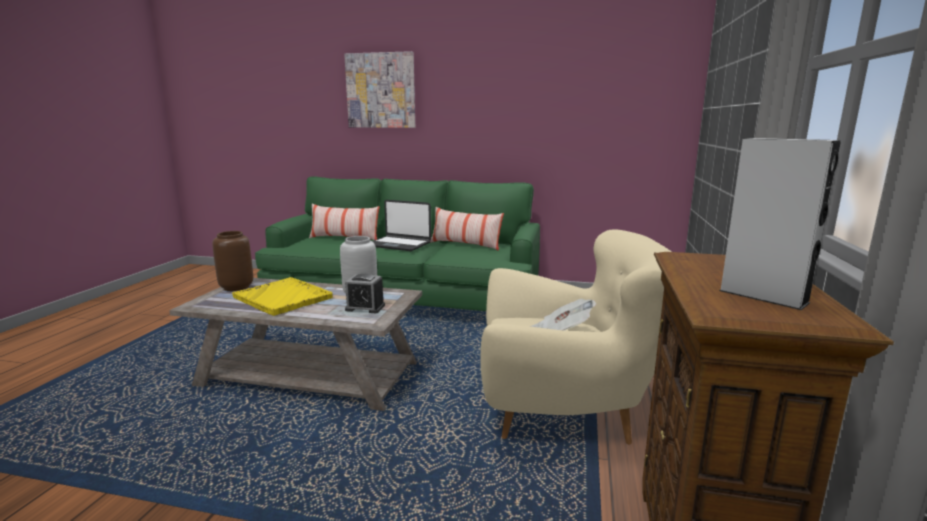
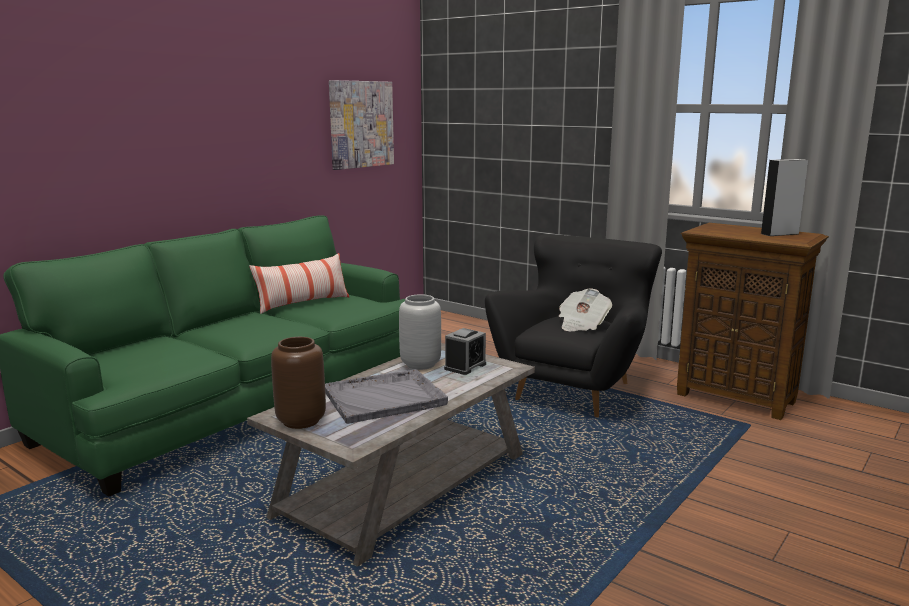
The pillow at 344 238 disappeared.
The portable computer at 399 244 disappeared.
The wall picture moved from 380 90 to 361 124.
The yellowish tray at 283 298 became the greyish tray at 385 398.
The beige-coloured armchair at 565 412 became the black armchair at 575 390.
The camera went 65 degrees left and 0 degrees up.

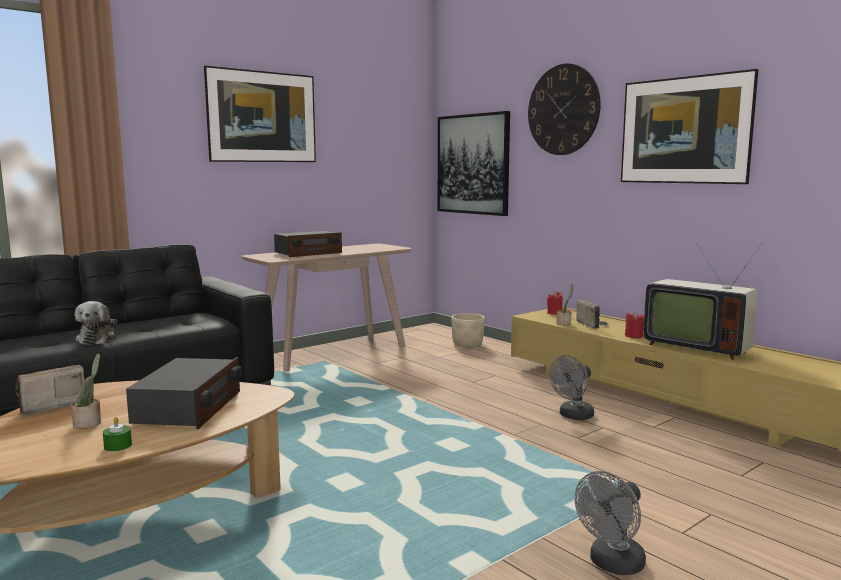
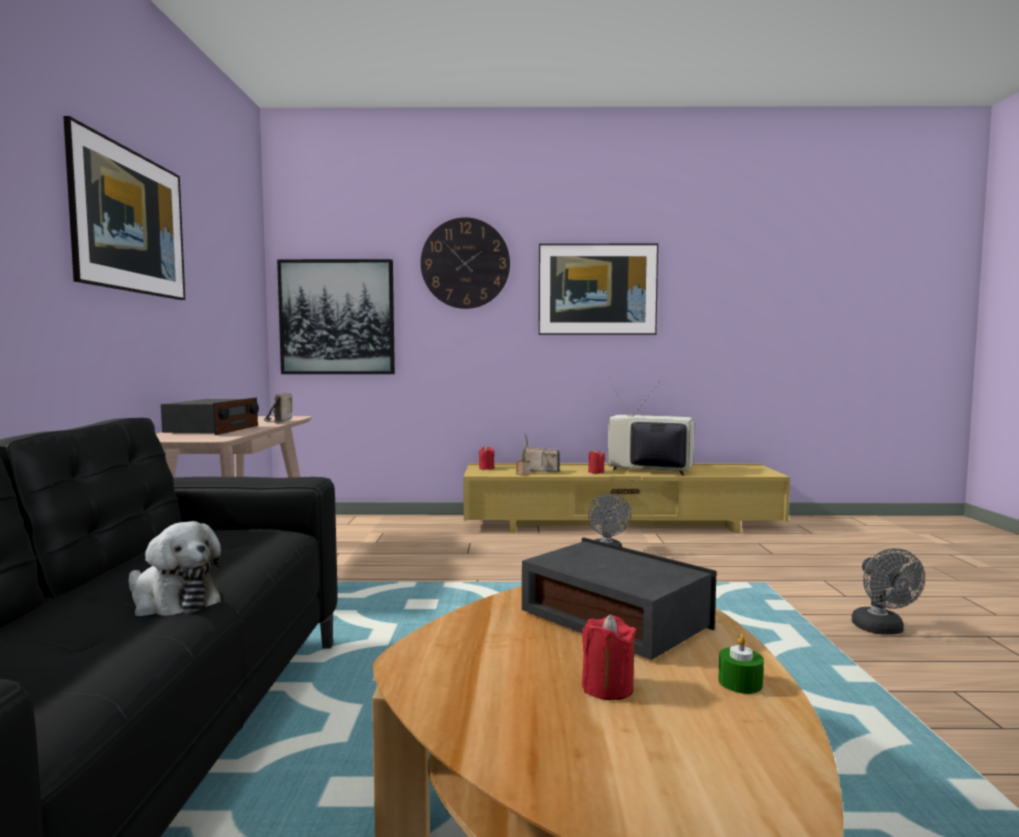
The beige-coloured plant pot at 467 344 disappeared.
The radio receiver moved from 49 406 to 276 421.
The plant in a pot at 89 423 was replaced by the red-coloured candle at 607 687.
The TV at 696 347 turned 150 degrees counterclockwise.
The camera went 50 degrees left and 5 degrees down.

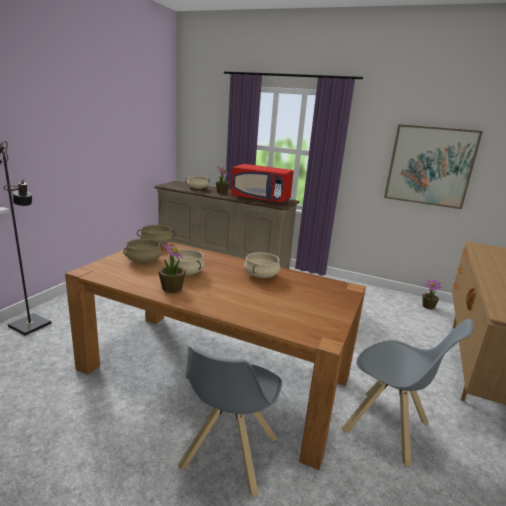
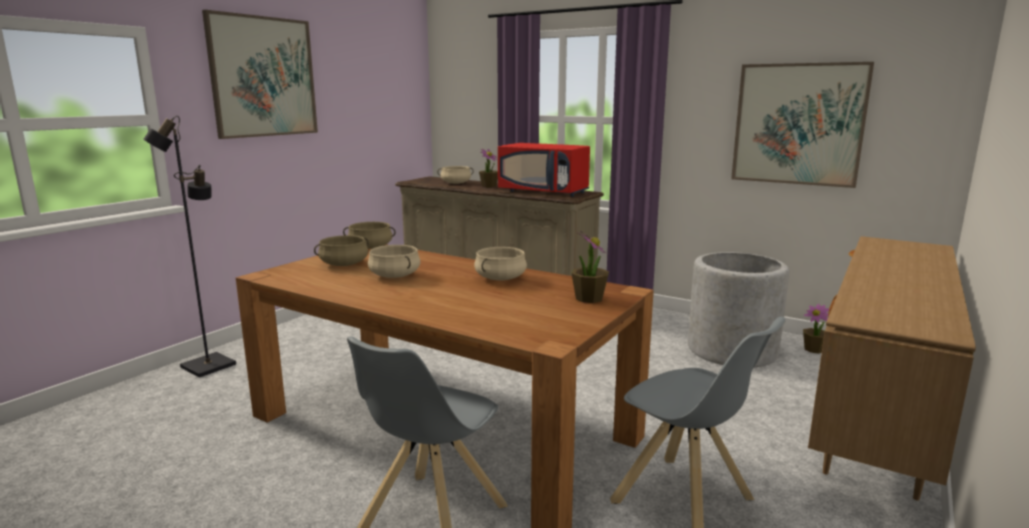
The wall picture at 263 77 appeared.
The greyish plant pot at 731 350 appeared.
The plant in a pot moved from 172 288 to 589 298.
The camera went 10 degrees right and 5 degrees down.

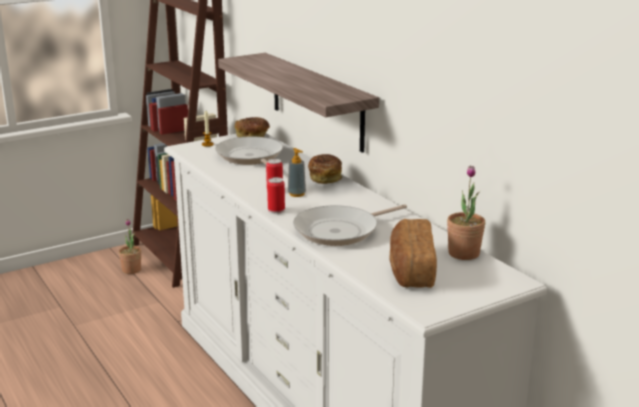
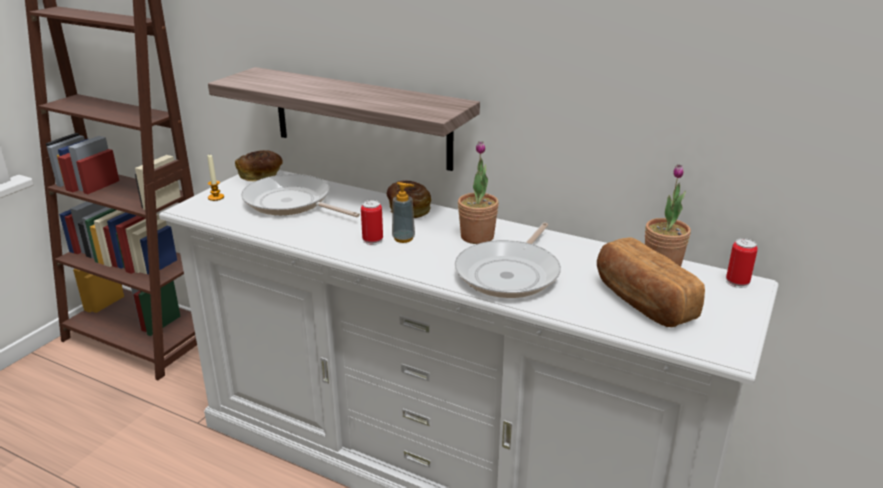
The plant in a pot moved from 131 270 to 477 237.
The can moved from 276 211 to 737 282.
The camera went 30 degrees left and 5 degrees up.

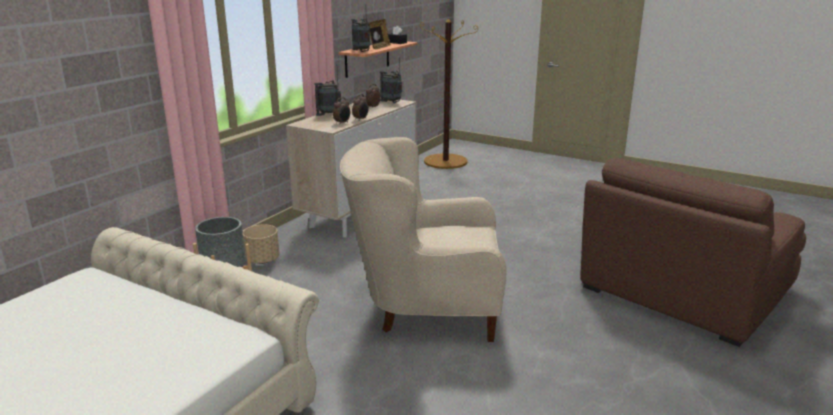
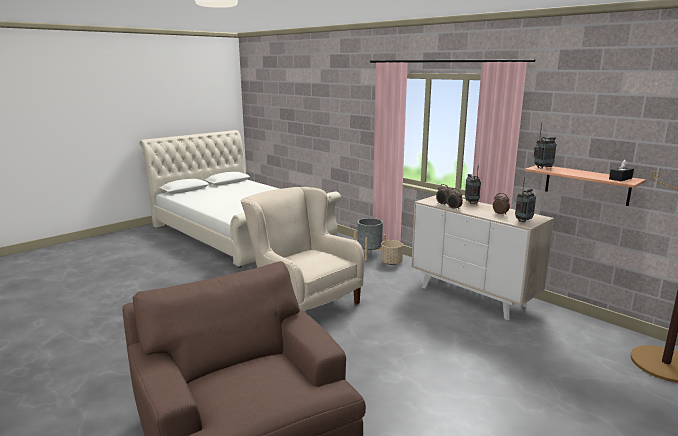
The standing frame at 379 47 disappeared.
The beige-coloured armchair at 424 308 turned 60 degrees counterclockwise.
The camera went 105 degrees right and 5 degrees down.

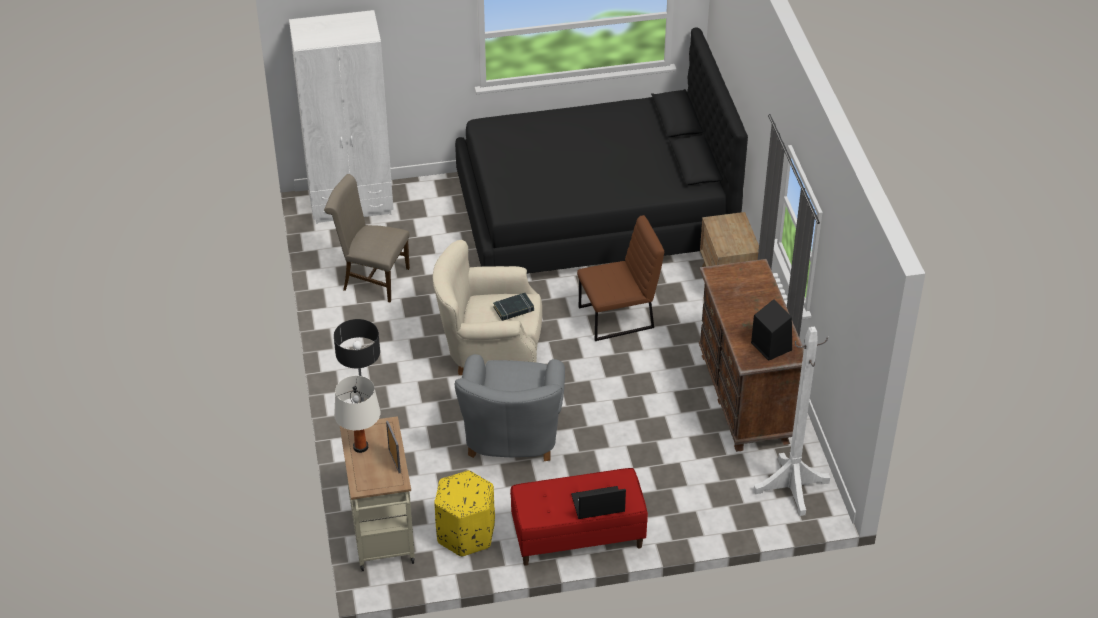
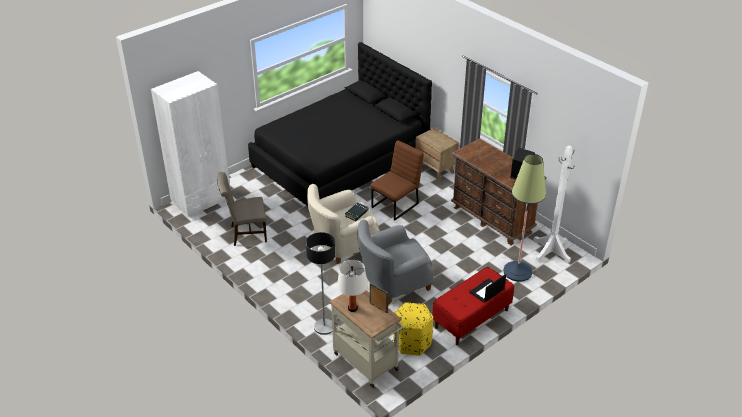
The standing lamp at 517 271 appeared.
The greyish armchair at 512 437 turned 90 degrees clockwise.
The camera went 30 degrees left and 5 degrees down.

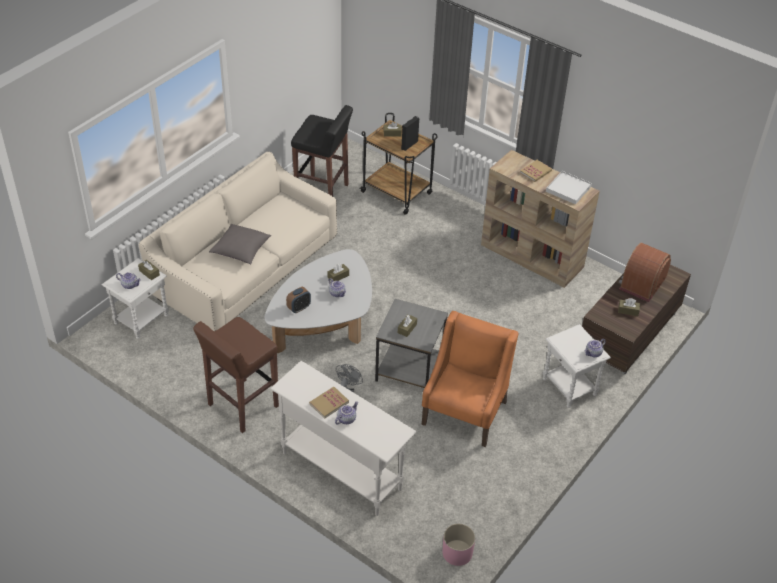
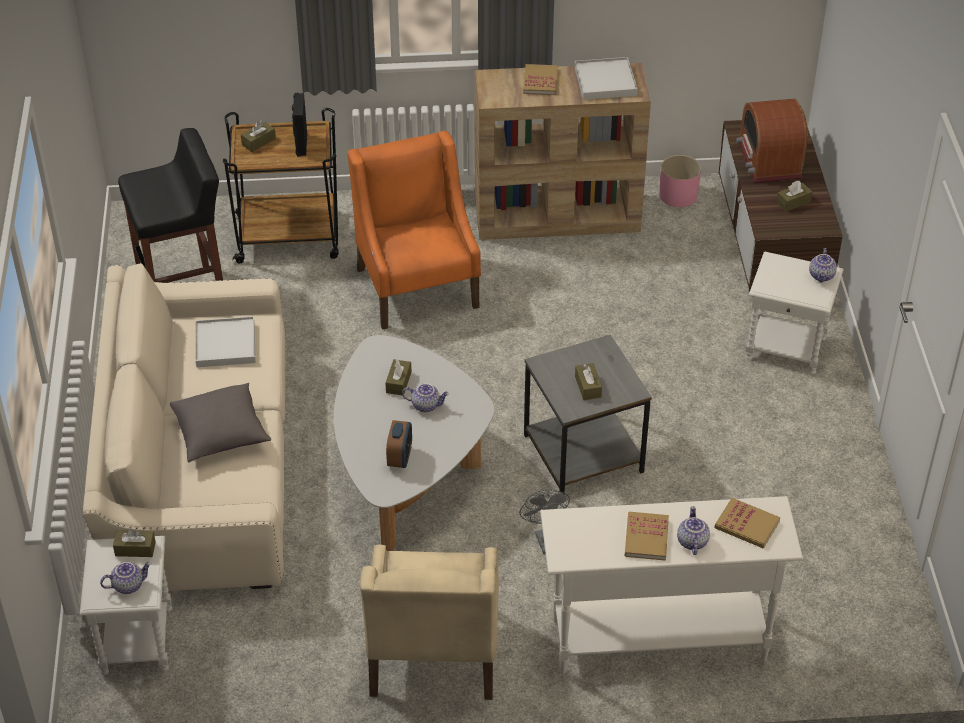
The white-coloured tray at 226 345 appeared.
The book at 747 525 appeared.
The orange armchair moved from 465 412 to 417 286.
The pink plant pot moved from 457 553 to 678 195.
The brownish sitting stool at 242 406 was replaced by the beige-coloured armchair at 432 653.
The camera went 40 degrees left and 0 degrees up.

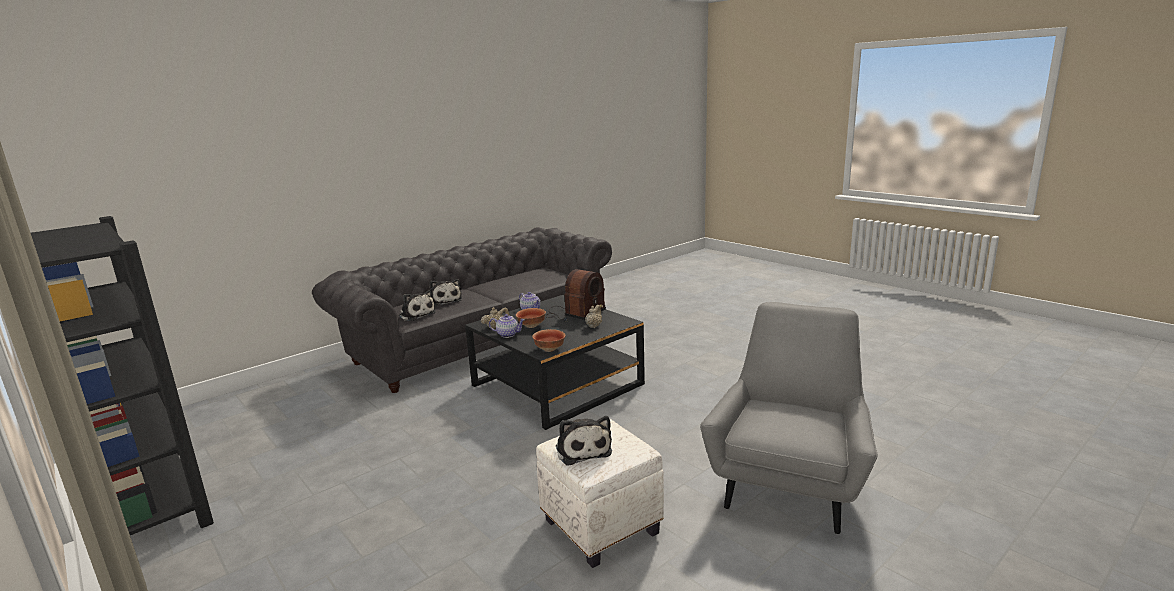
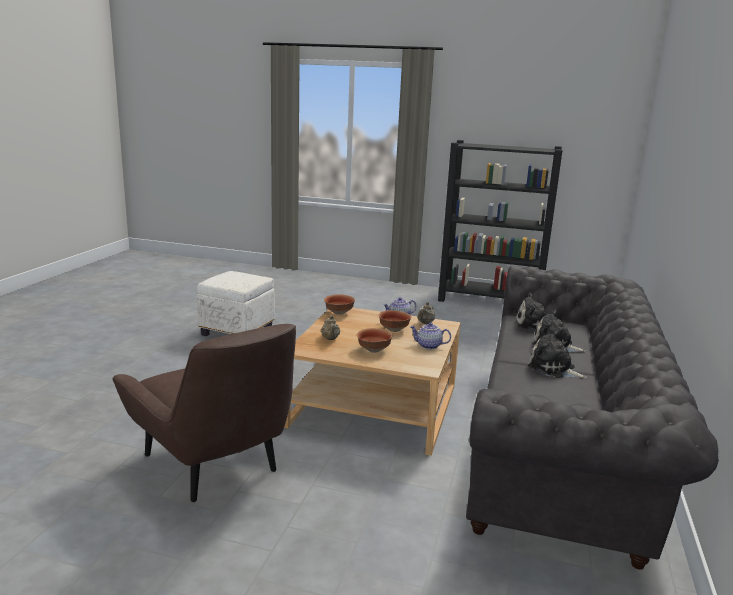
The greyish armchair at 788 485 disappeared.
The brownish armchair at 217 466 appeared.
The soft toy moved from 582 449 to 553 369.
The radio receiver at 574 313 was replaced by the bowl at 374 350.
The black low table at 557 384 became the beige-coloured low table at 374 405.
The camera went 145 degrees right and 0 degrees up.

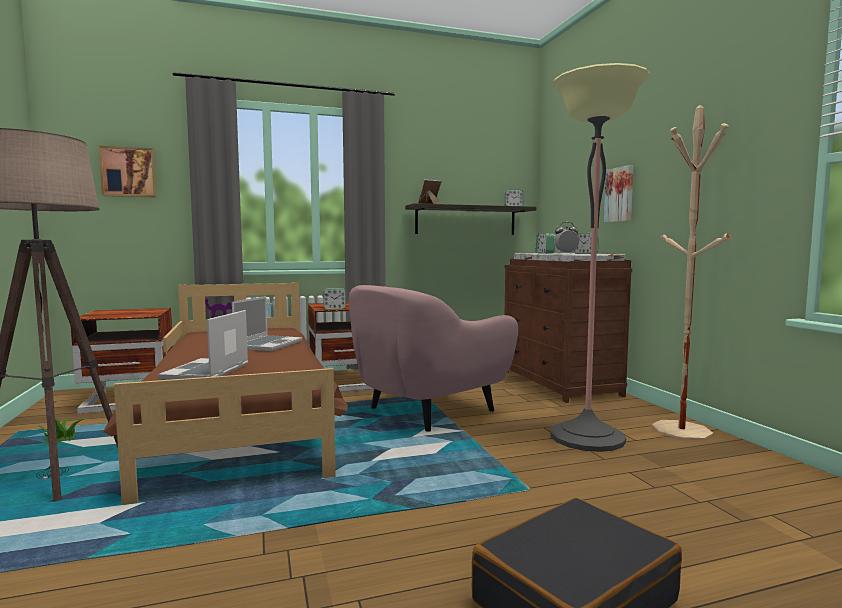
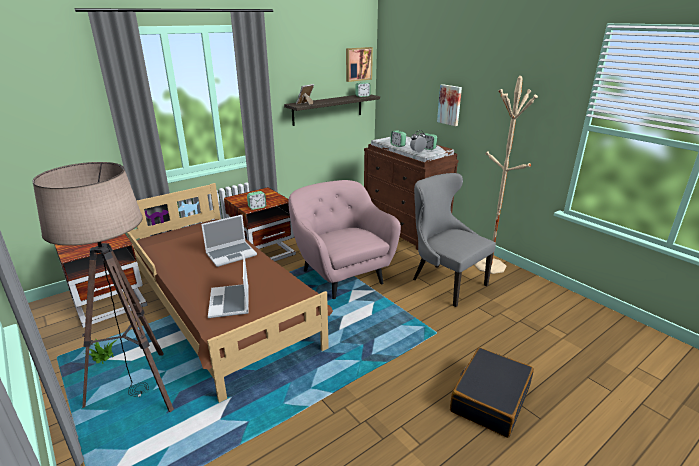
The wall picture moved from 129 172 to 358 64.
The standing lamp at 587 437 was replaced by the greyish plain chair at 445 282.
The portable computer at 268 344 turned 60 degrees clockwise.
The pink armchair at 428 411 turned 120 degrees clockwise.
The camera went 20 degrees left and 20 degrees up.

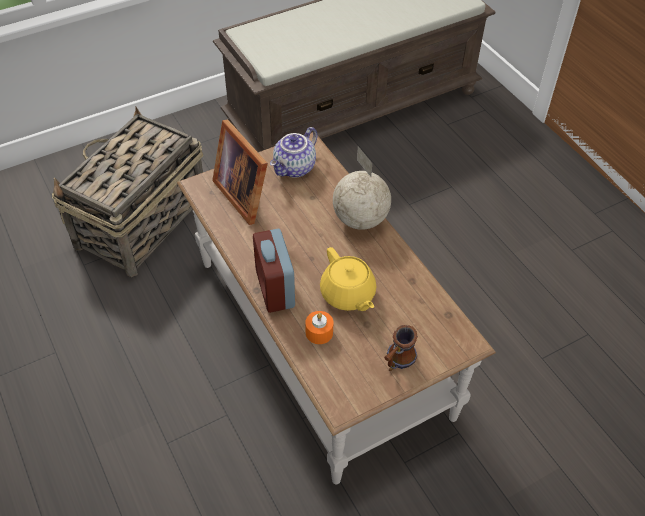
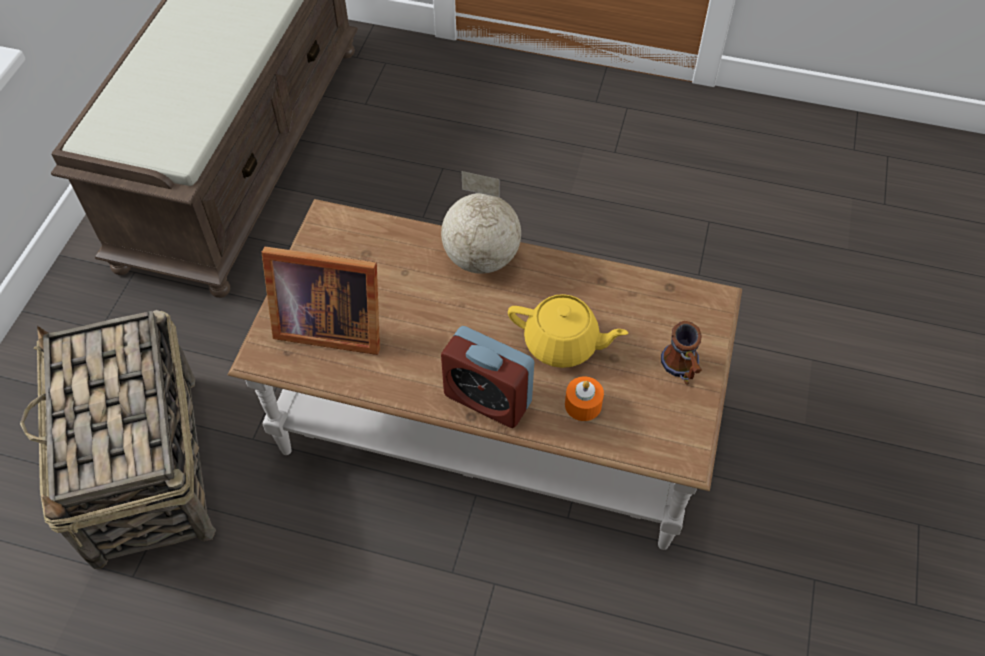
The teapot at 295 168 disappeared.
The camera went 45 degrees left and 5 degrees up.

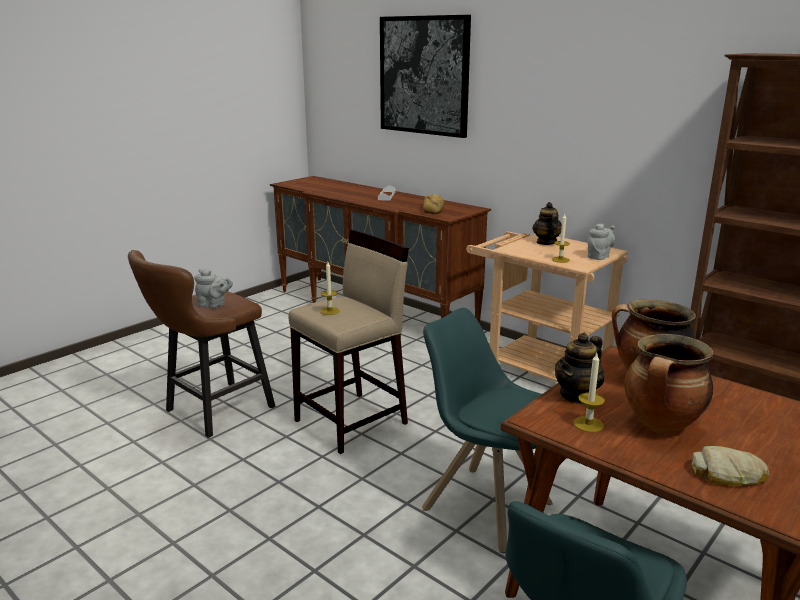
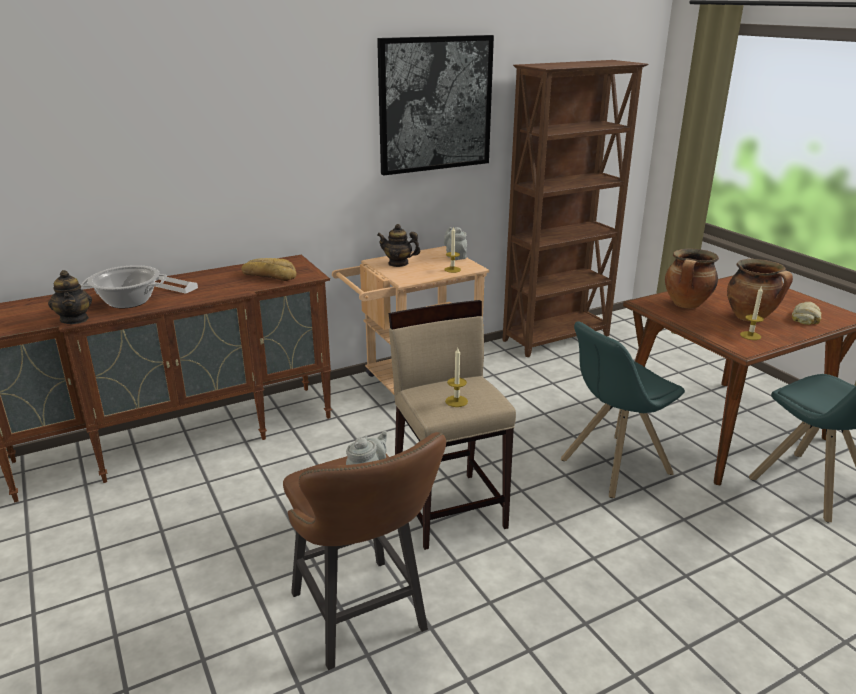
The stockpot at 129 301 appeared.
The wall picture moved from 424 75 to 435 104.
The teapot moved from 577 395 to 75 319.
The camera went 70 degrees left and 5 degrees up.

